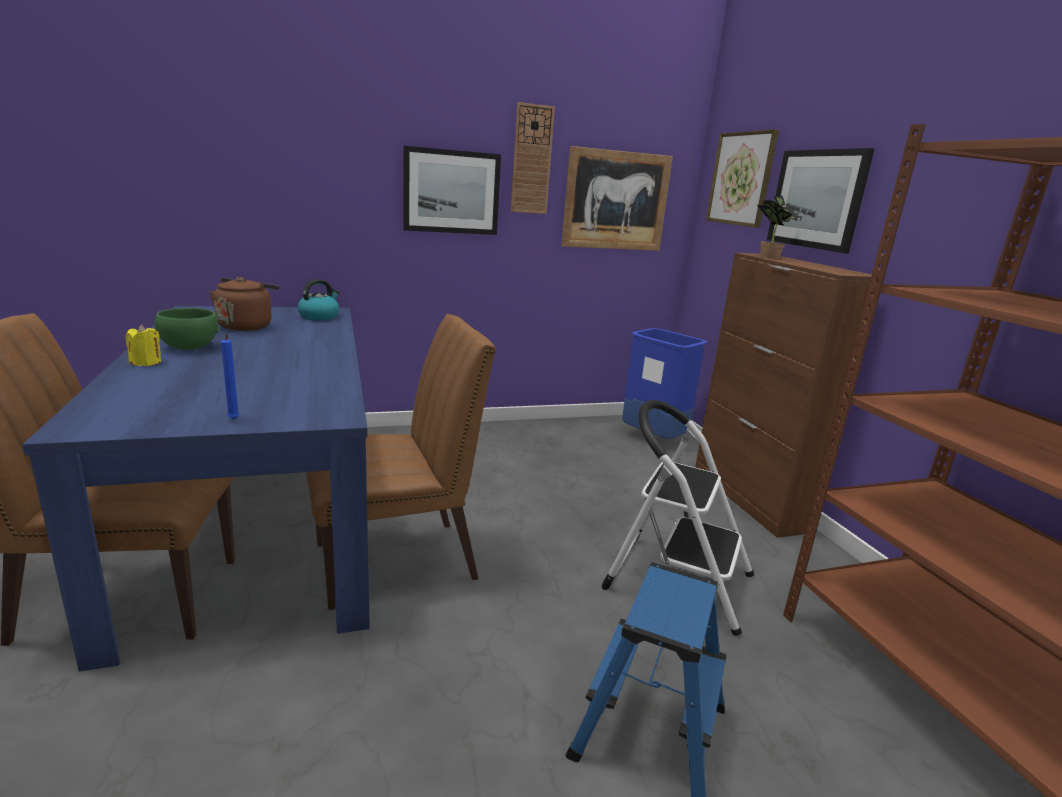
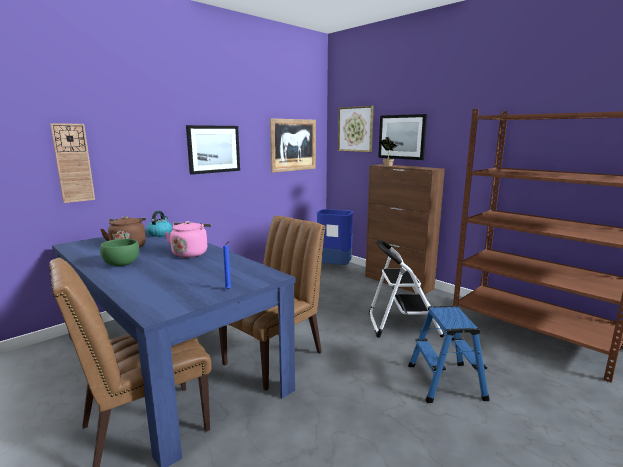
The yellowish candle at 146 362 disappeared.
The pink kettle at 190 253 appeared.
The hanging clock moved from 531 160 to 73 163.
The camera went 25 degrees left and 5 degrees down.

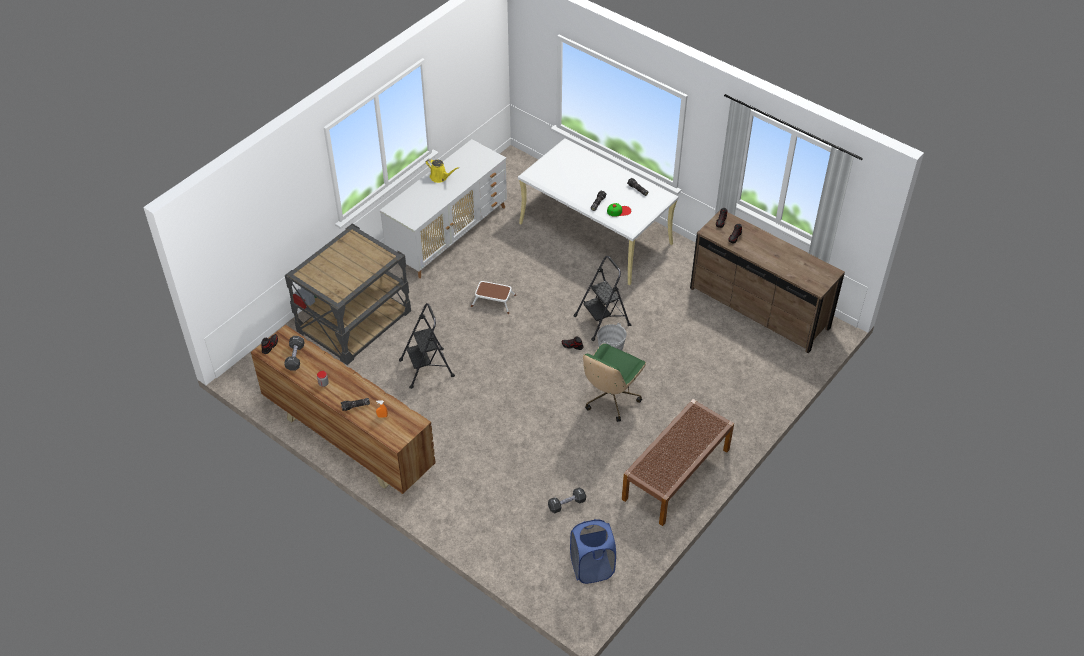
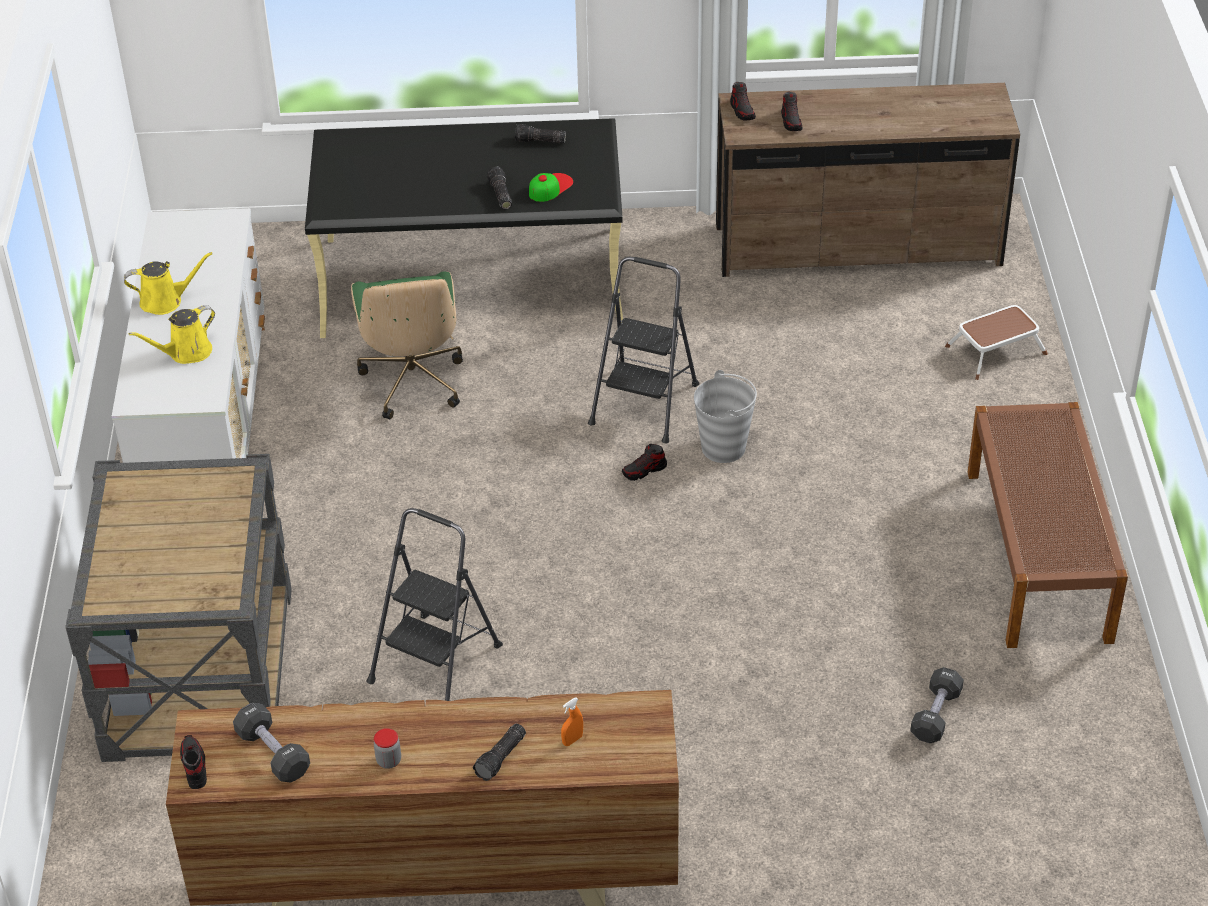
The bluish laundry basket at 591 567 disappeared.
The yellowish watering pot at 186 353 appeared.
The brownish step stool moved from 493 300 to 995 350.
The greenish computer chair moved from 610 401 to 413 386.
The white-coloured desk unit at 596 233 became the black desk unit at 473 281.
The camera went 40 degrees left and 5 degrees down.

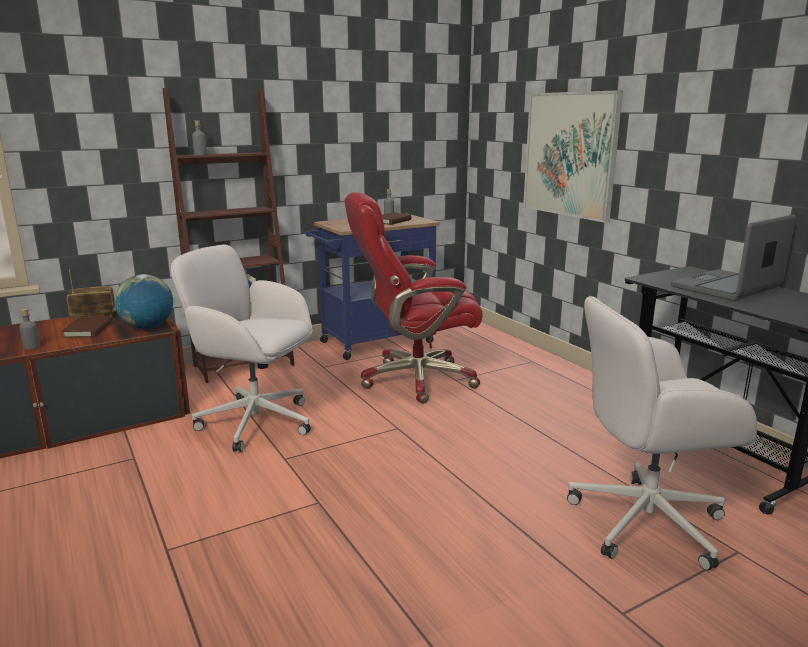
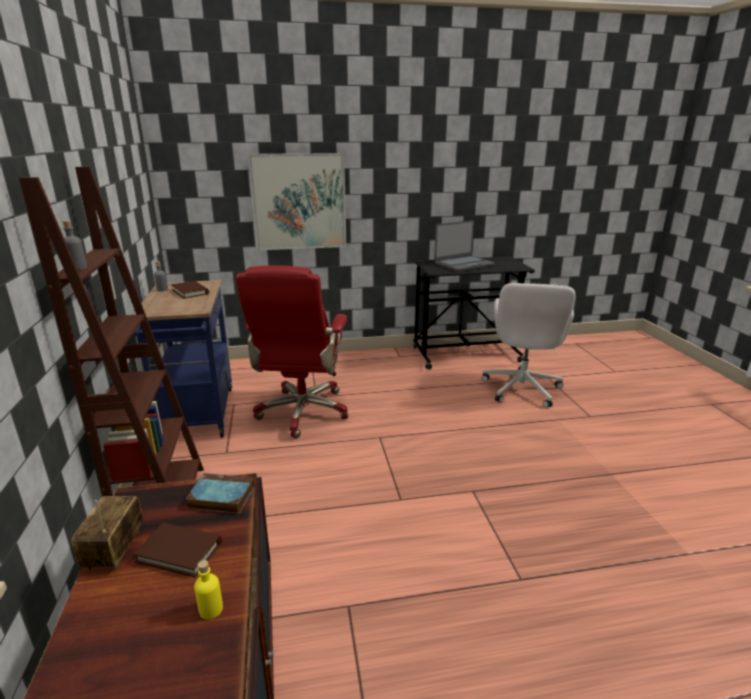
The white-coloured computer chair at 257 423 disappeared.
The world globe at 147 327 was replaced by the book at 220 497.
The greyish beverage bottle at 31 347 became the yellowish beverage bottle at 211 609.
The portable computer at 727 287 turned 105 degrees counterclockwise.
The camera went 70 degrees left and 5 degrees up.

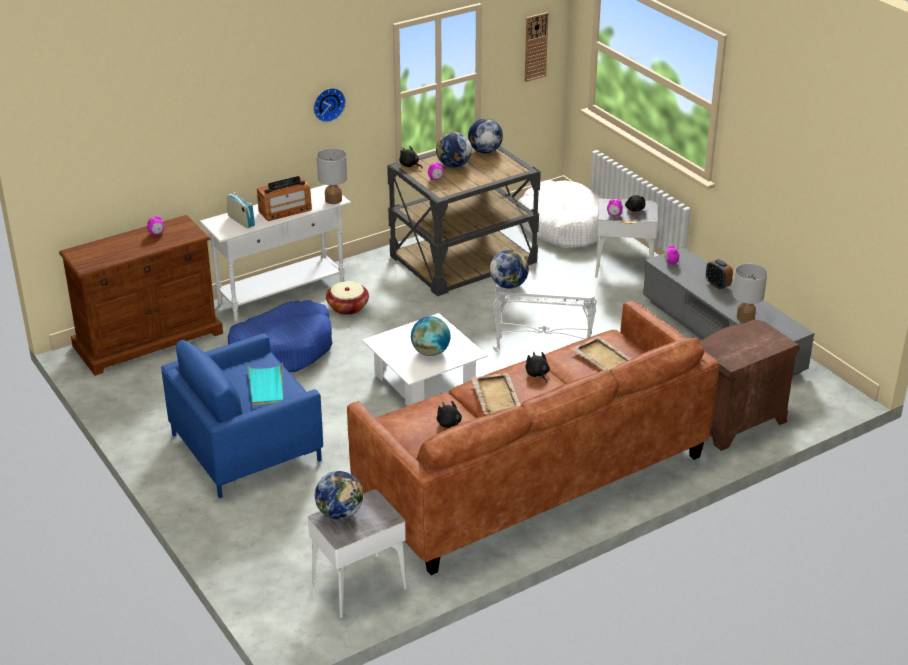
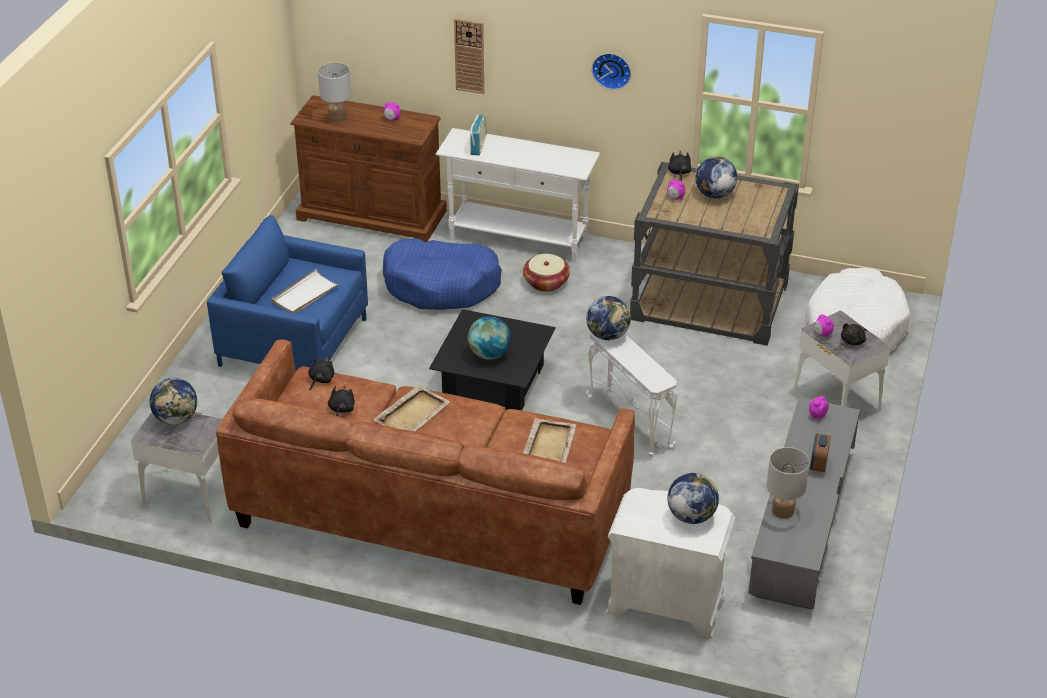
The radio receiver at 285 210 disappeared.
The greyish table lamp moved from 333 200 to 337 117.
The world globe moved from 484 151 to 691 516.
The hanging clock moved from 535 46 to 469 56.
The black soft toy moved from 537 374 to 320 380.
The turquoise tray at 266 386 became the white-coloured tray at 305 295.
The white-coloured low table at 424 381 became the black low table at 493 382.
The brownish night table at 732 421 became the white-coloured night table at 666 599.
The camera went 50 degrees right and 5 degrees up.

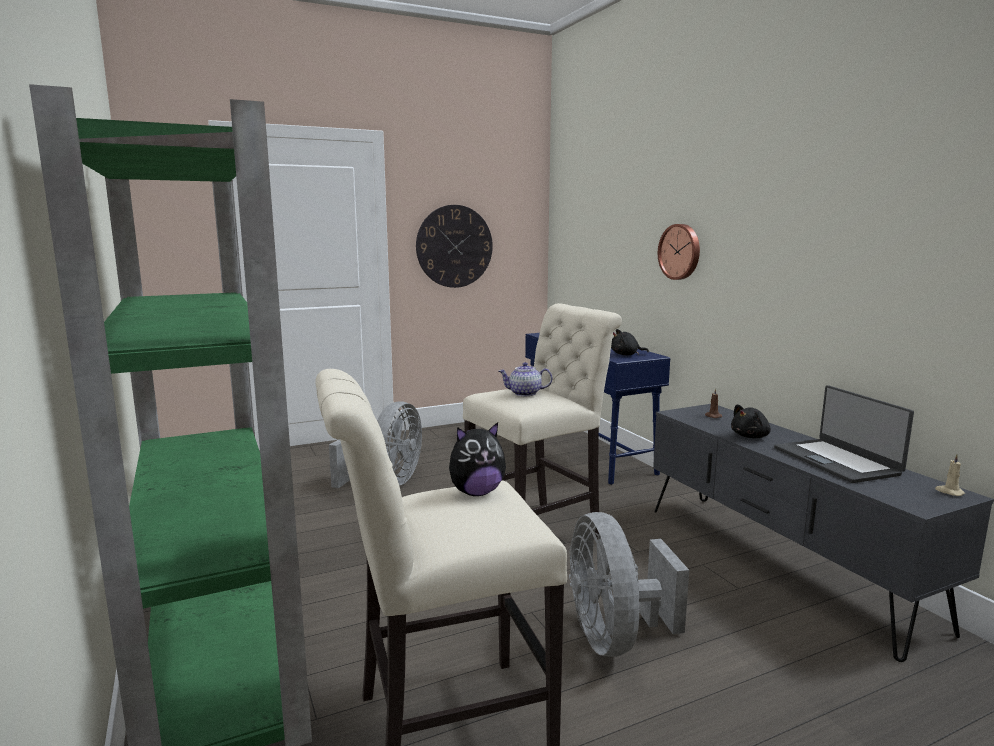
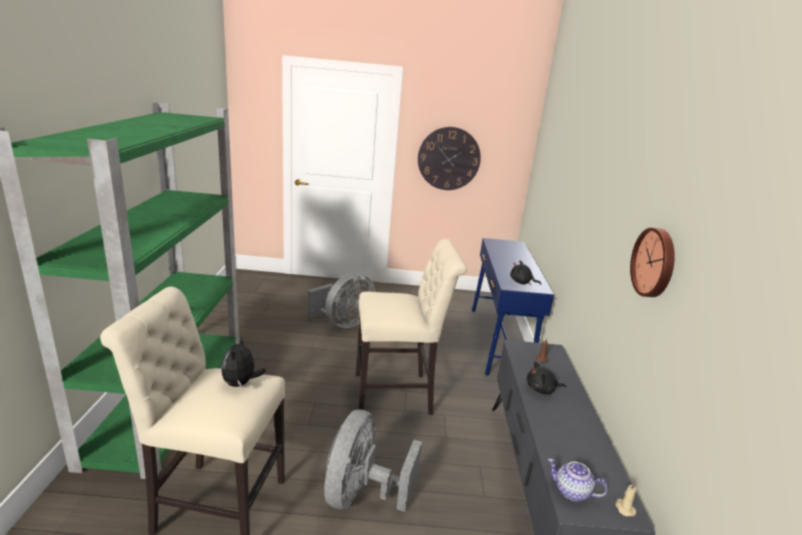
The portable computer at 837 461 disappeared.
The teapot moved from 524 393 to 571 491.
The hanging clock moved from 680 252 to 655 262.
The soft toy at 476 492 turned 90 degrees clockwise.
The camera went 25 degrees right and 10 degrees up.

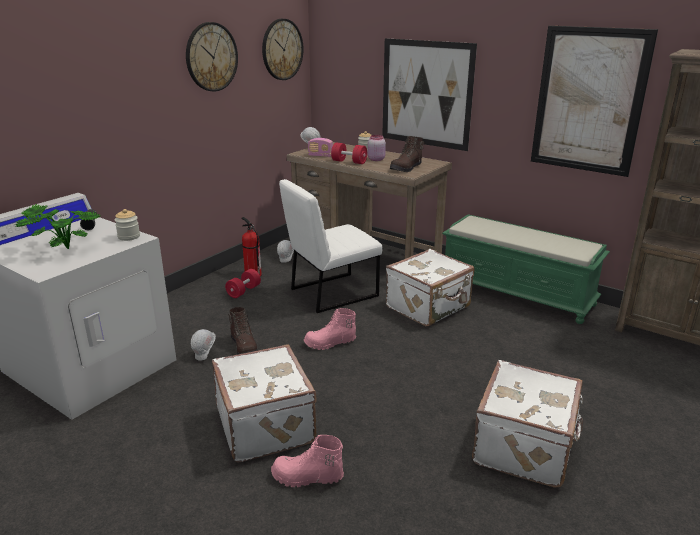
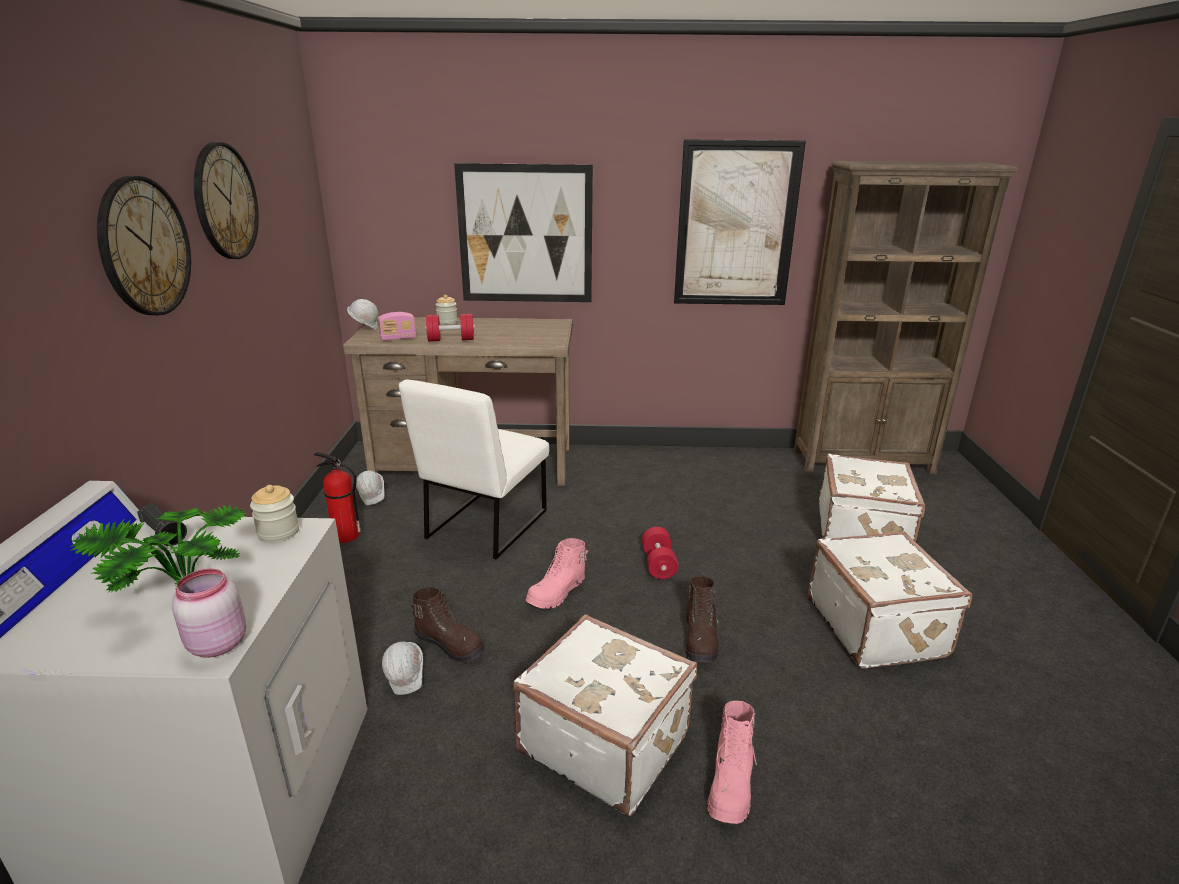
The greenish bench at 517 293 disappeared.
The red-coloured dumbbell moved from 244 291 to 658 564.
The hanging clock moved from 282 49 to 144 247.
The pink jar moved from 375 159 to 216 644.
The white-coloured piece of luggage moved from 429 307 to 863 532.
The brownish high-top boot moved from 406 168 to 700 640.
The pink high-top boot at 307 477 turned 45 degrees counterclockwise.
The camera went 35 degrees left and 0 degrees up.

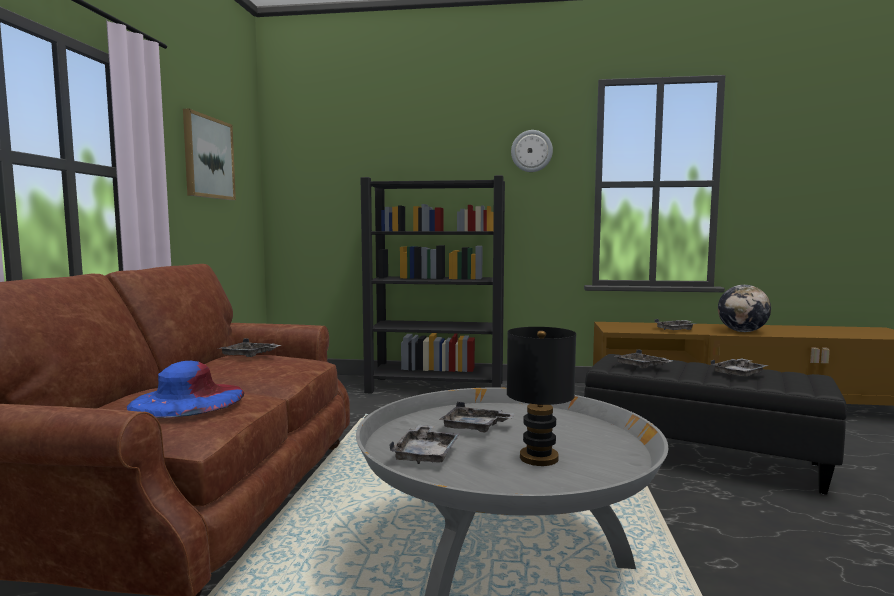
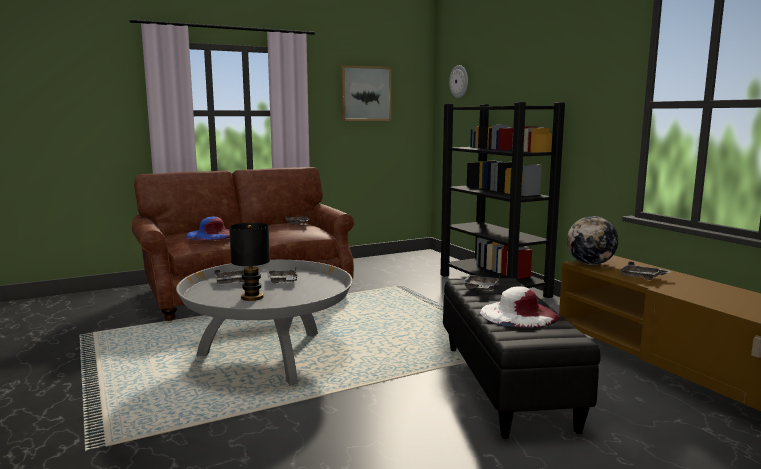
The hanging clock moved from 531 151 to 459 81.
The world globe moved from 742 331 to 590 264.
The greyish tray at 739 374 was replaced by the white-coloured wearable hat at 518 314.
The camera went 55 degrees right and 5 degrees up.

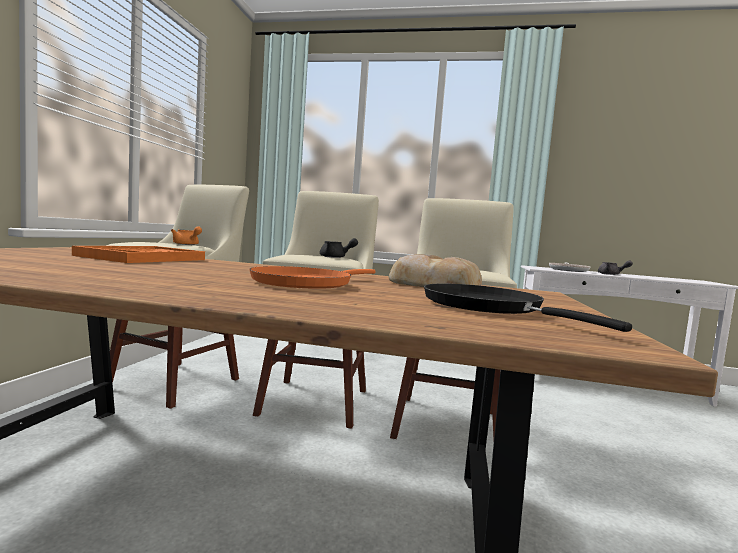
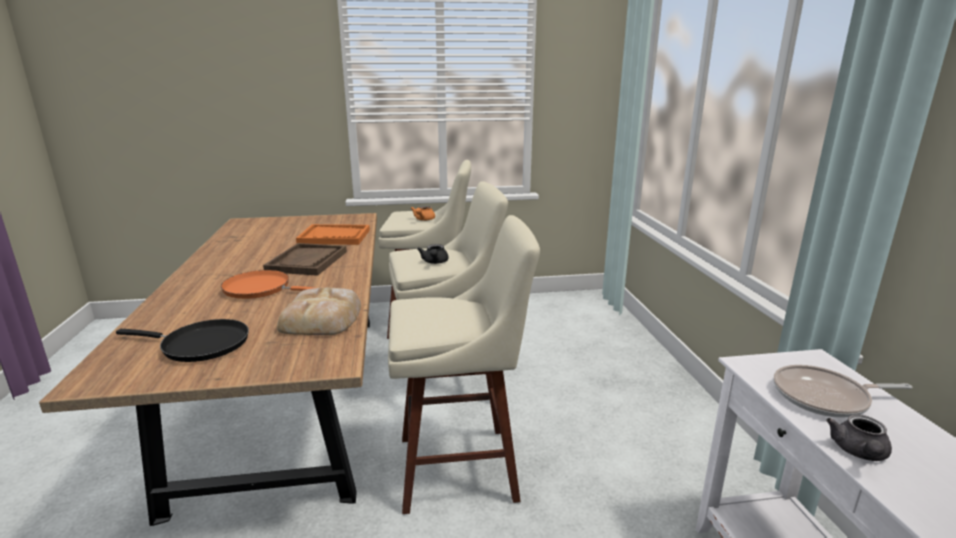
The brownish tray at 307 261 appeared.
The black skillet at 488 307 turned 60 degrees clockwise.
The camera went 70 degrees right and 15 degrees up.

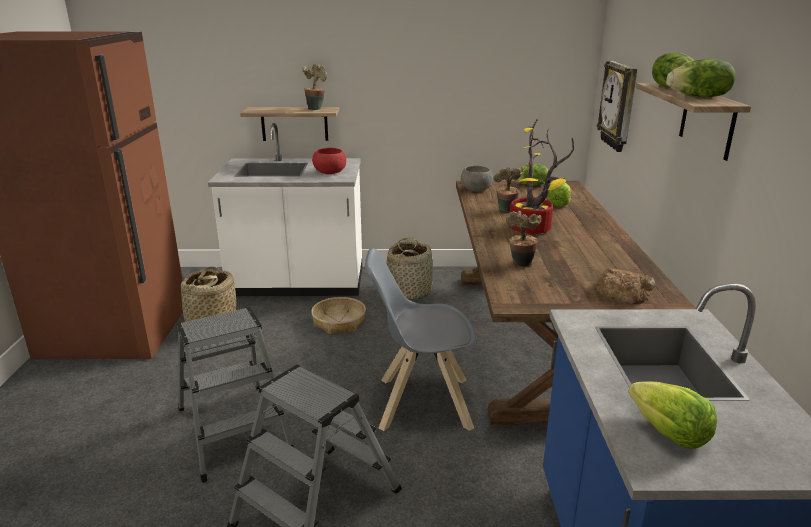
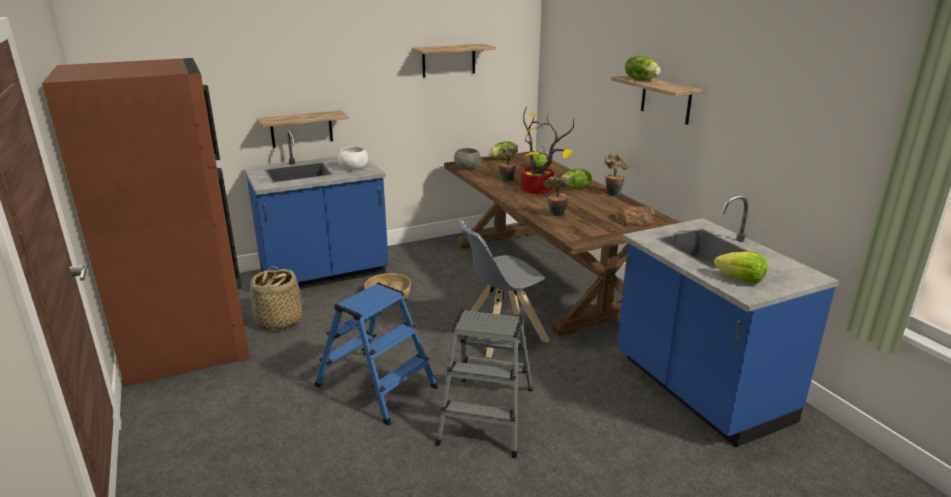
The storage basket at 410 291 disappeared.
The hanging clock at 619 106 disappeared.
The wall shelf at 448 60 appeared.
The plant in a pot moved from 316 108 to 613 193.
The lettuce moved from 699 97 to 575 188.
The greyish step stool at 233 428 became the bluish step stool at 376 386.
The white-coloured kitchen counter at 298 285 became the bluish kitchen counter at 324 274.
The red-coloured bowl at 330 172 became the white-coloured bowl at 354 168.
The camera went 25 degrees left and 0 degrees up.

